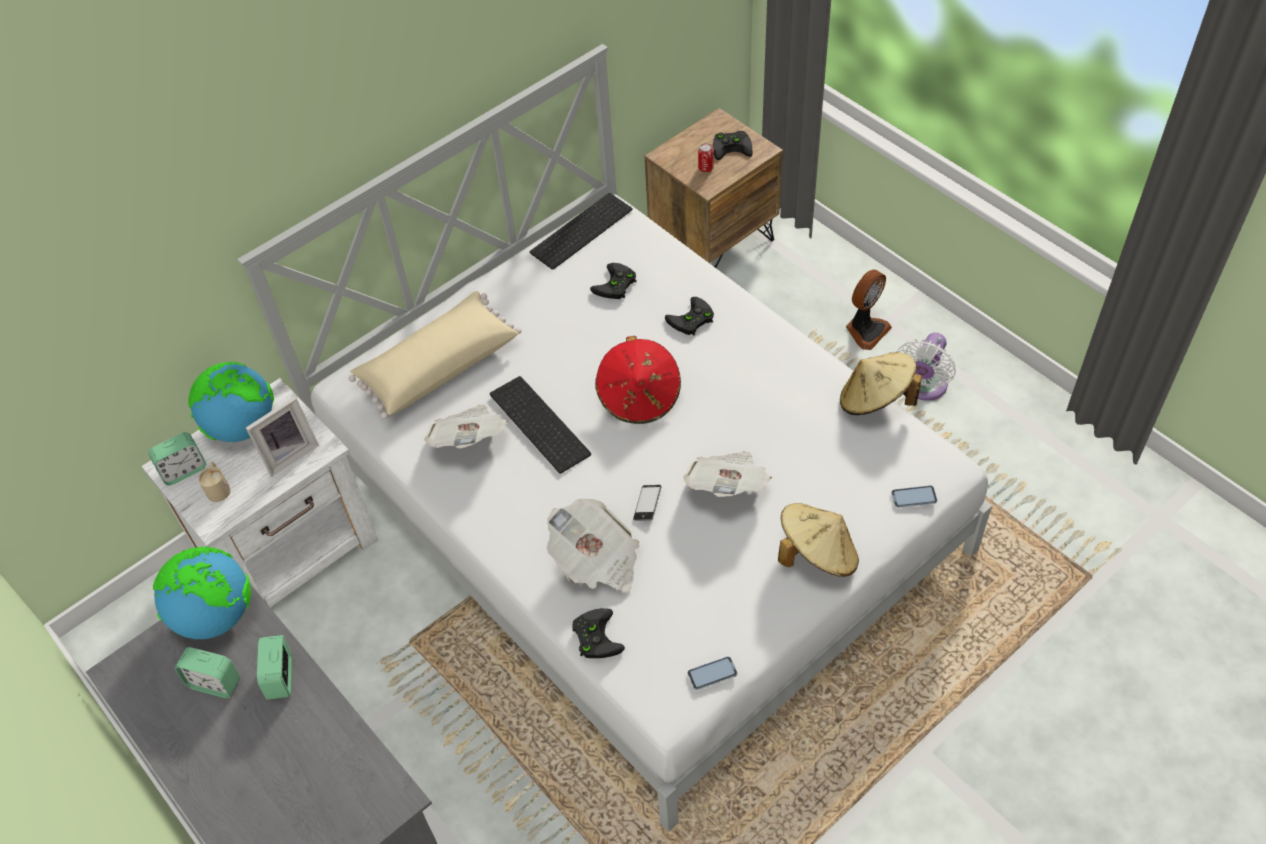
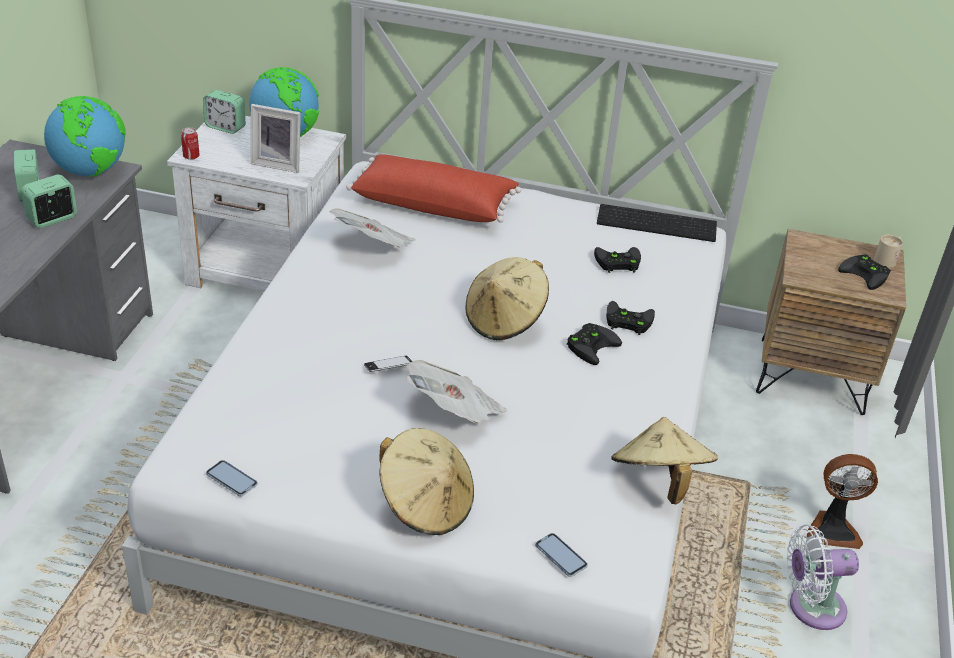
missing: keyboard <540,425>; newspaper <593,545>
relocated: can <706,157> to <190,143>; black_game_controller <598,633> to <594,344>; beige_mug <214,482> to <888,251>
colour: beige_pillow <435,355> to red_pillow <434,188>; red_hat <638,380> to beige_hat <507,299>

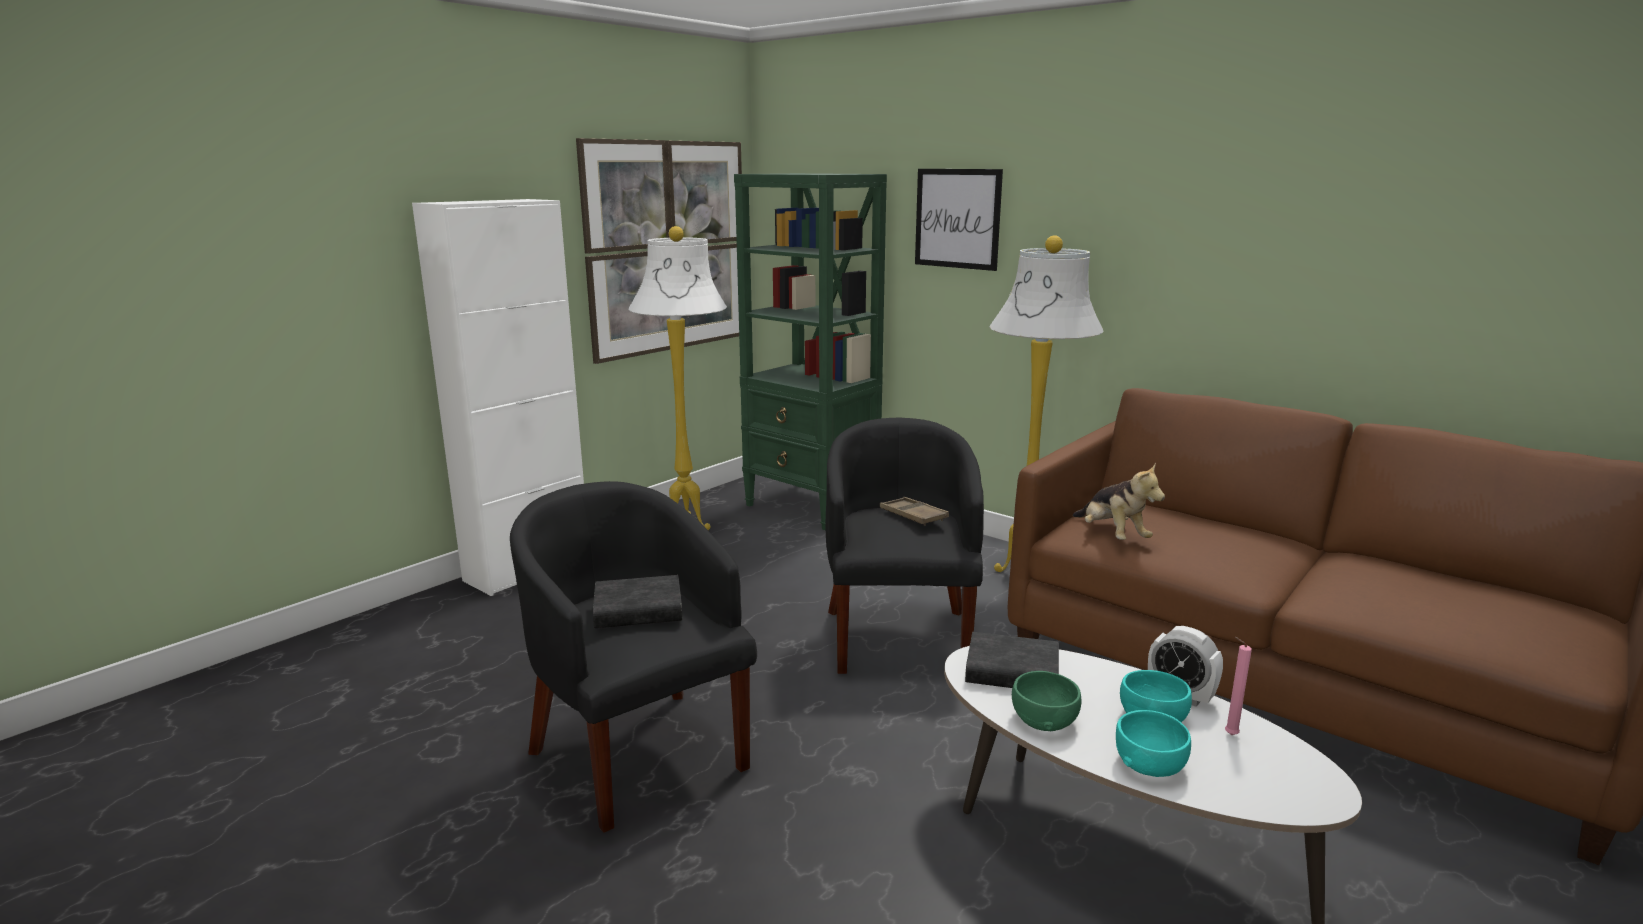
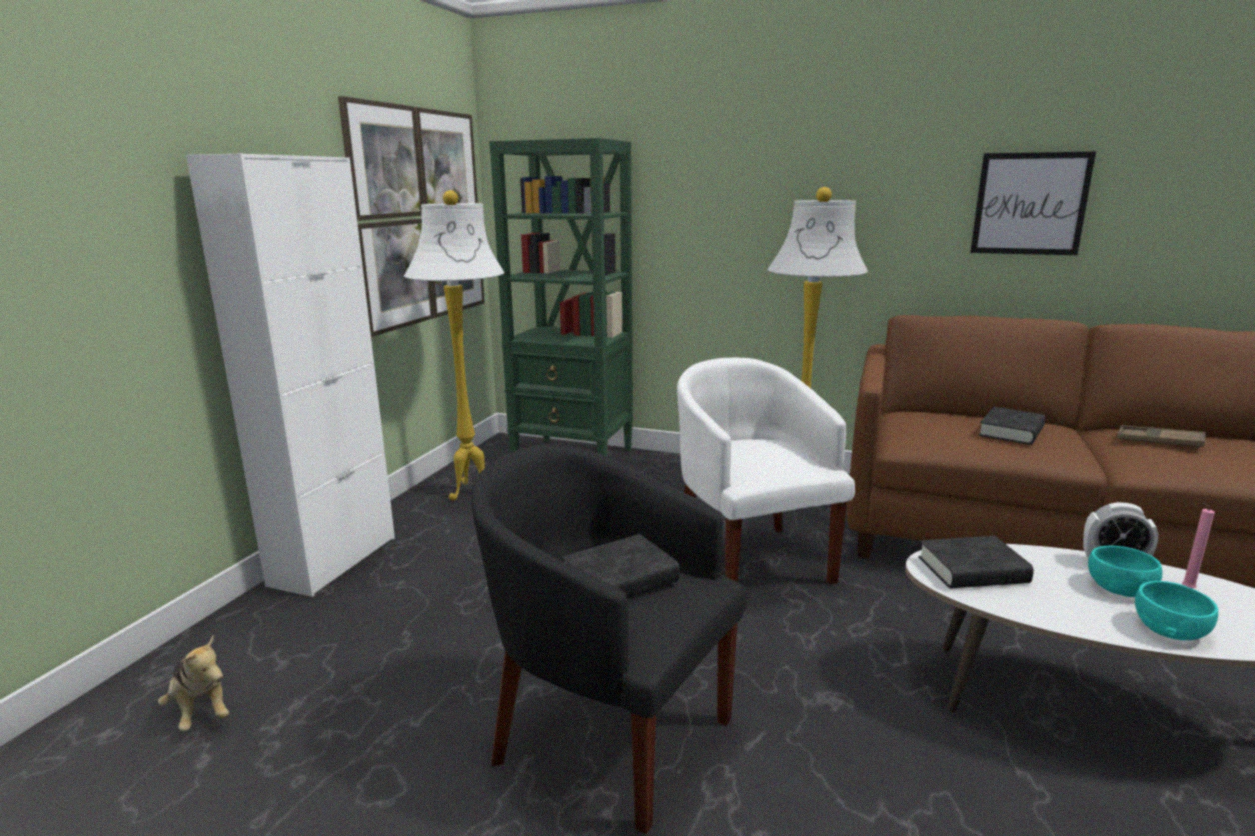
missing: green_bowl <1046,701>
appeared: black_book <1012,426>
relocated: plush_toy <1119,501> to <193,683>; picture <959,220> to <1033,203>; brown_tray <914,511> to <1161,436>
colour: black_armchair <905,546> to white_armchair <766,471>

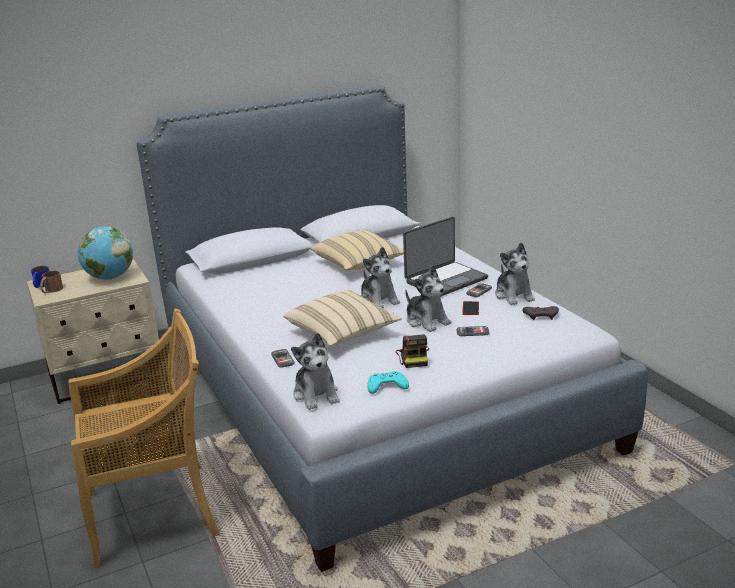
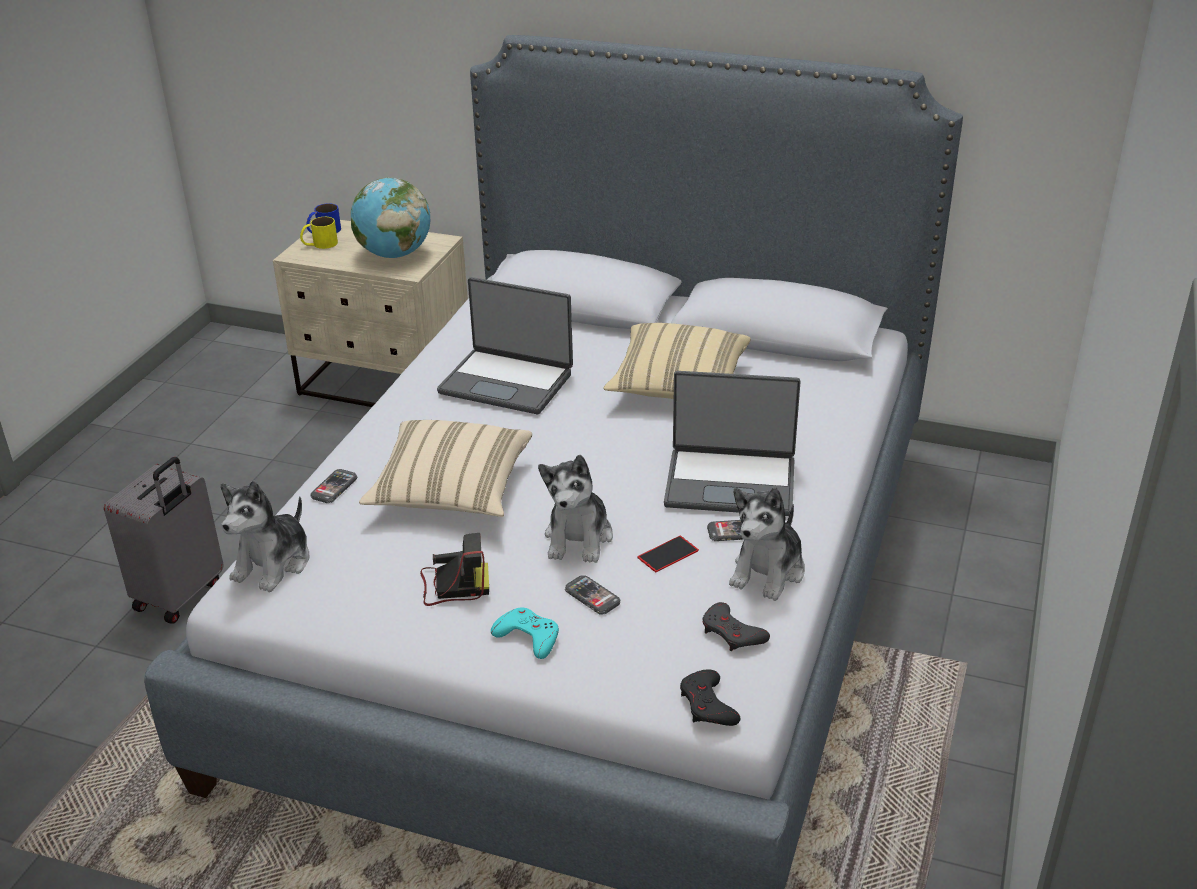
missing: plush_toy <380,277>
appeared: laptop <505,345>; black_game_controller <710,697>
relocated: turquoise_game_controller <388,382> to <525,633>
exchanged: beige_chair <144,438> to grey_suitcase <164,540>
colour: brown_mug <51,282> to yellow_mug <319,233>
spun: photo_camera <412,351> = <454,569> 135 degrees counterclockwise

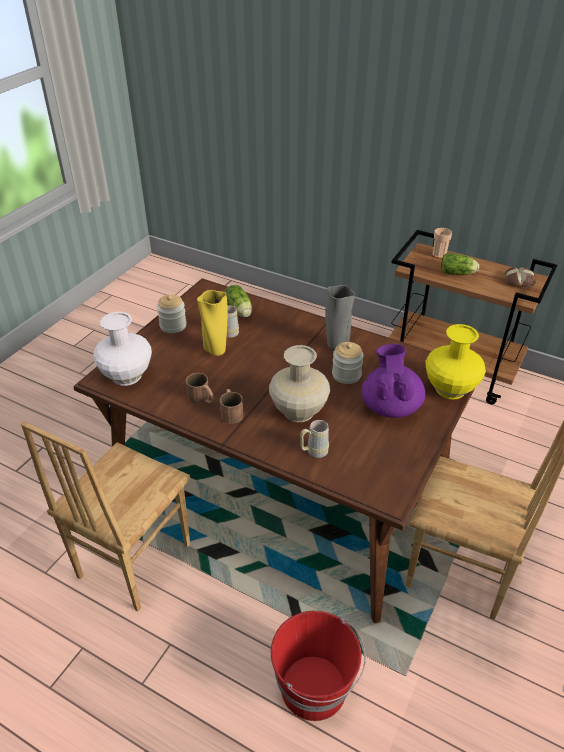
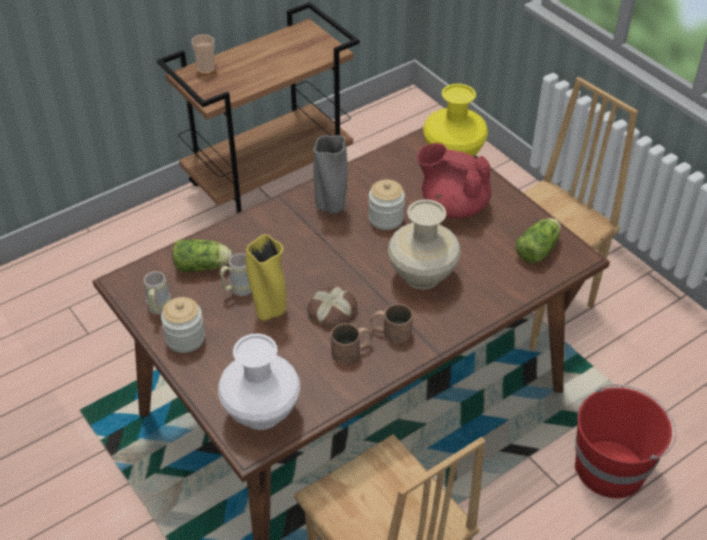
relocated: beige_mug <314,439> to <157,293>; bread <520,277> to <332,307>; lettuce <460,264> to <538,240>
colour: purple_teapot <393,381> to red_teapot <454,180>

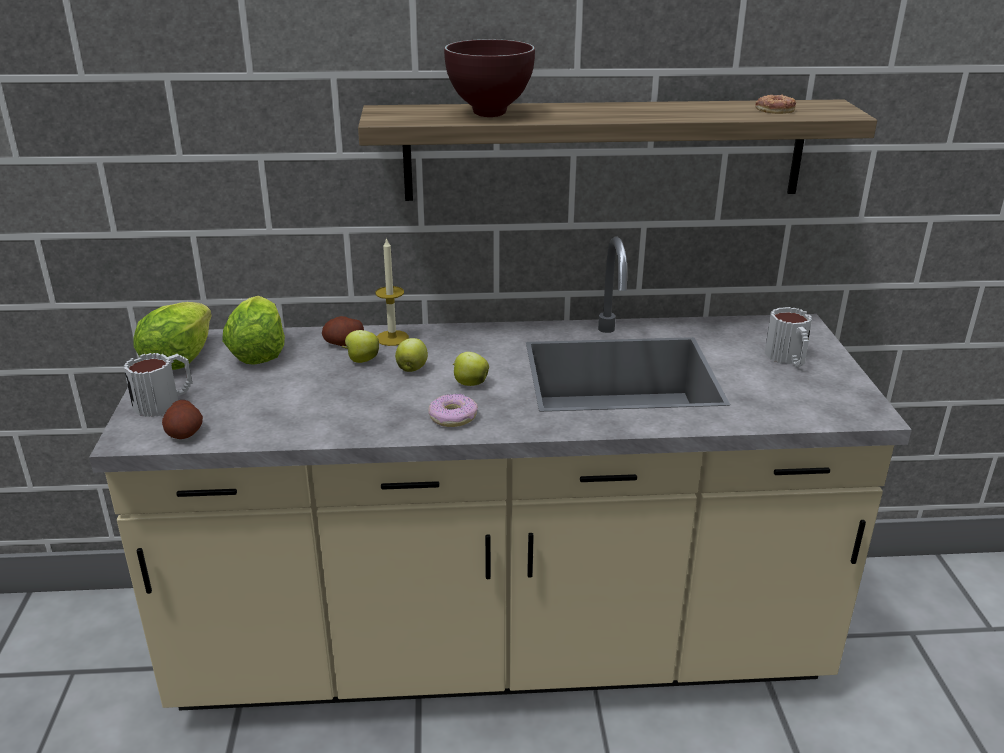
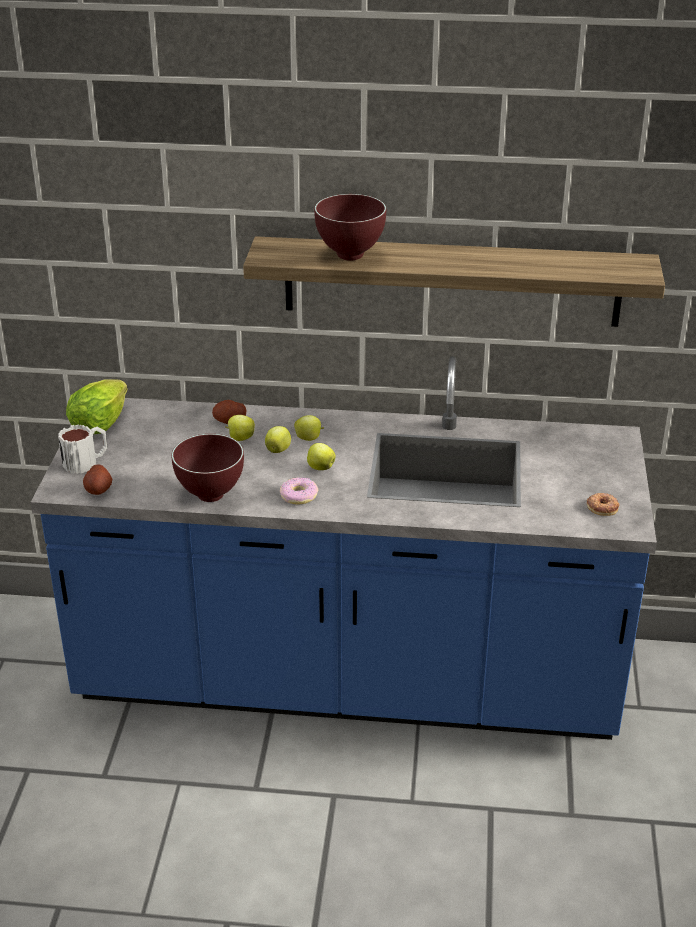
missing: lettuce <253,330>; candle <392,291>; mug <788,337>
appeared: brown_bowl <208,468>; apple <309,428>
relocated: donut <775,104> to <603,504>
colour: beige_counter <500,474> to blue_counter <343,548>

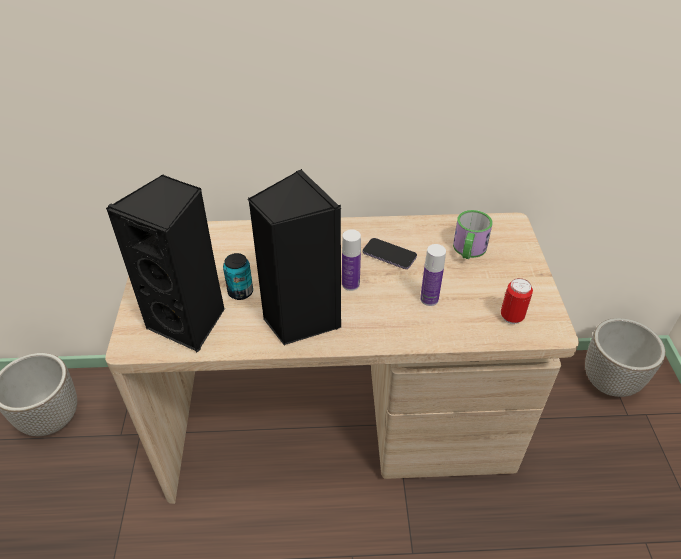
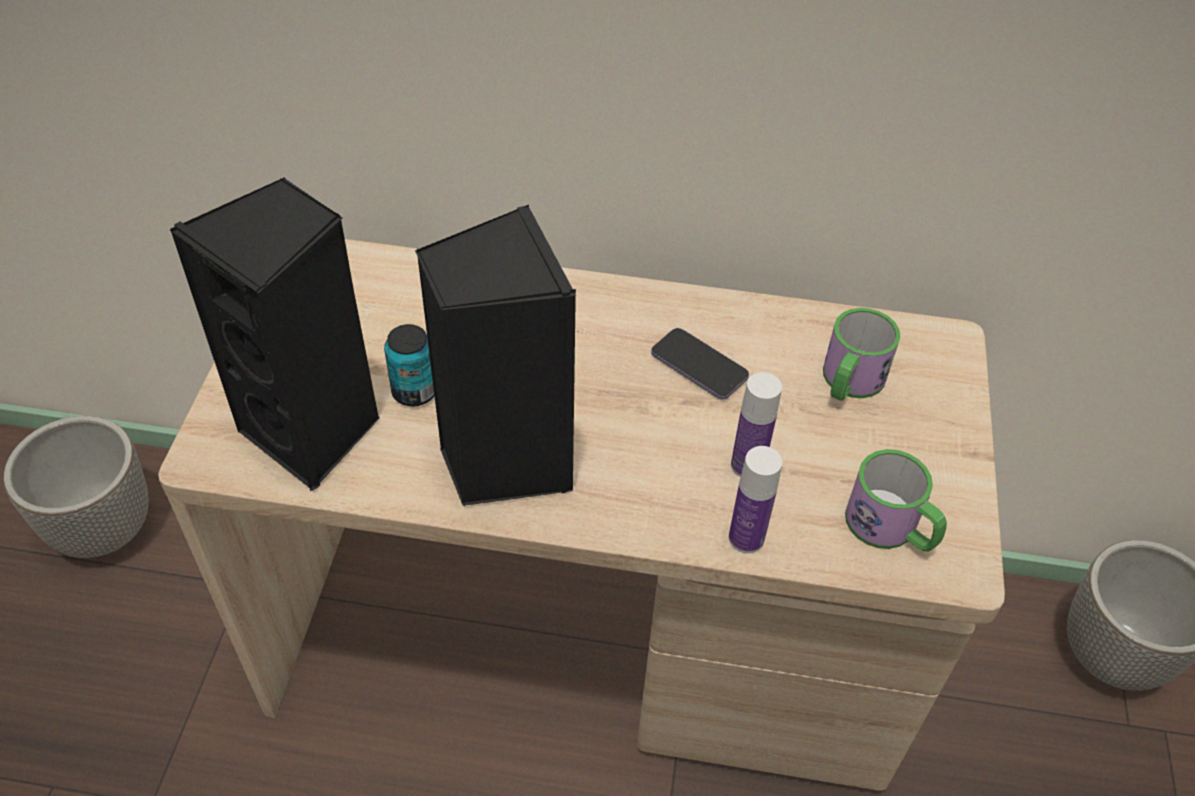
relocated: bottle <351,260> to <756,499>
exchanged: can <517,301> to mug <896,500>

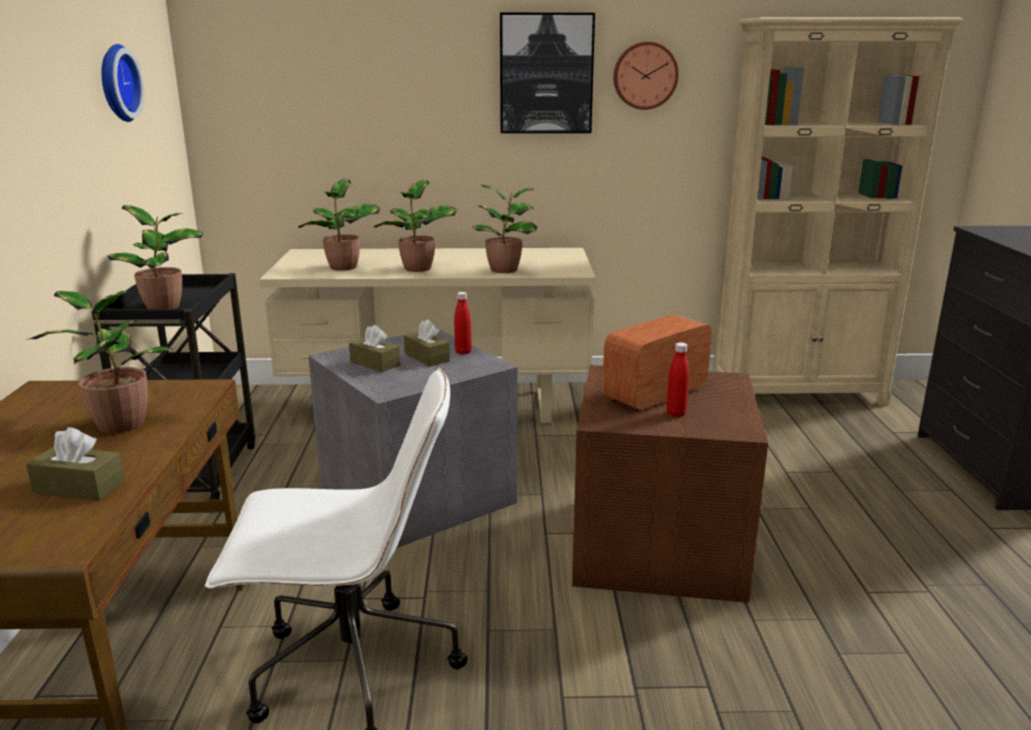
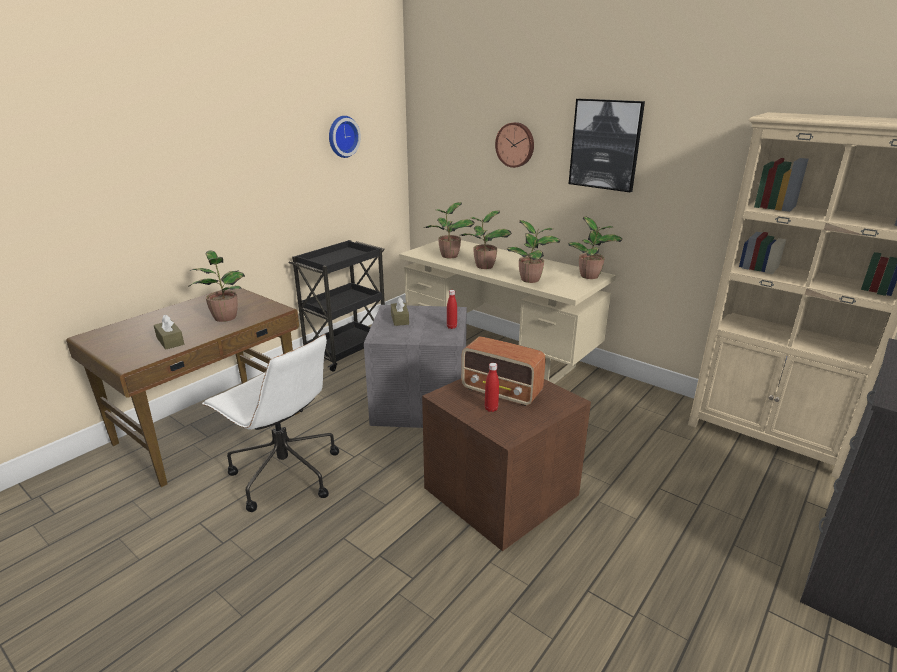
missing: brown_tissue_box <427,343>
relocated: wall_clock <646,76> to <514,145>; potted_plant <156,257> to <595,247>
spun: radio <657,363> = <503,371> 150 degrees counterclockwise

